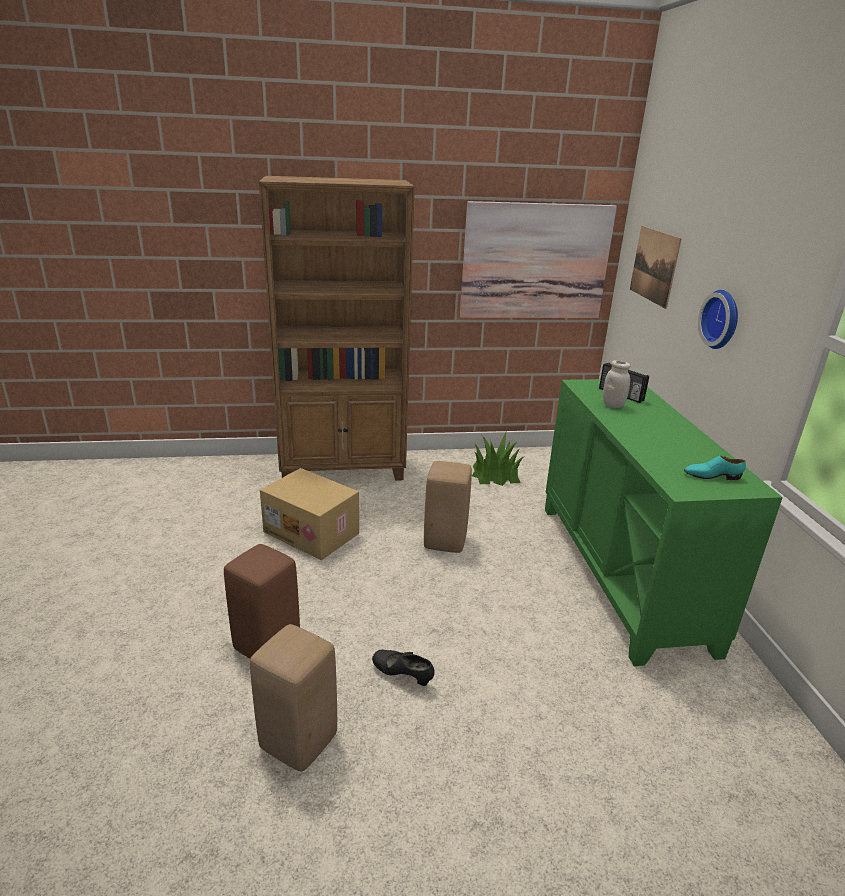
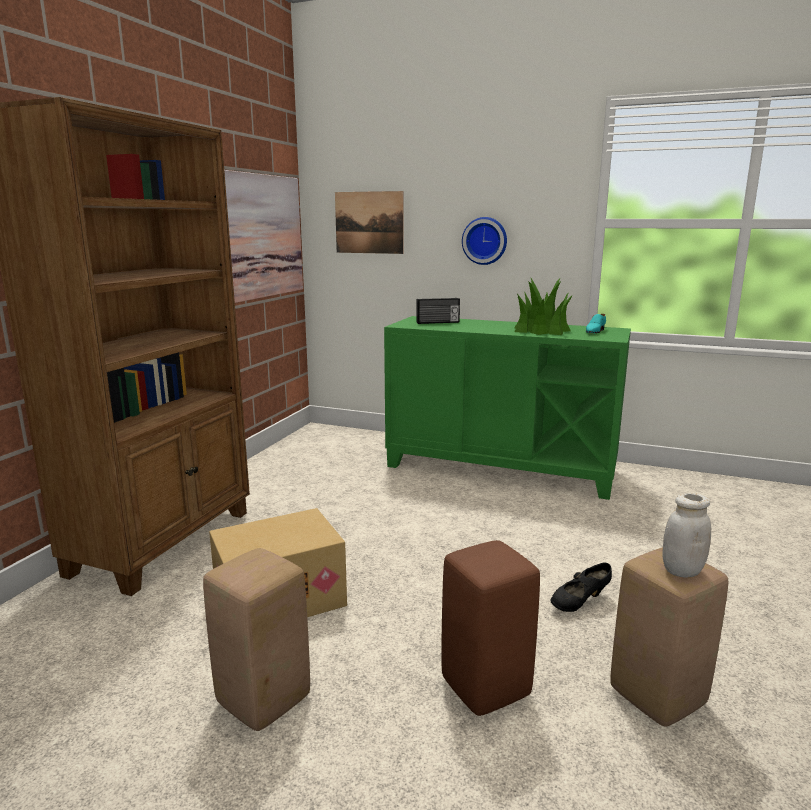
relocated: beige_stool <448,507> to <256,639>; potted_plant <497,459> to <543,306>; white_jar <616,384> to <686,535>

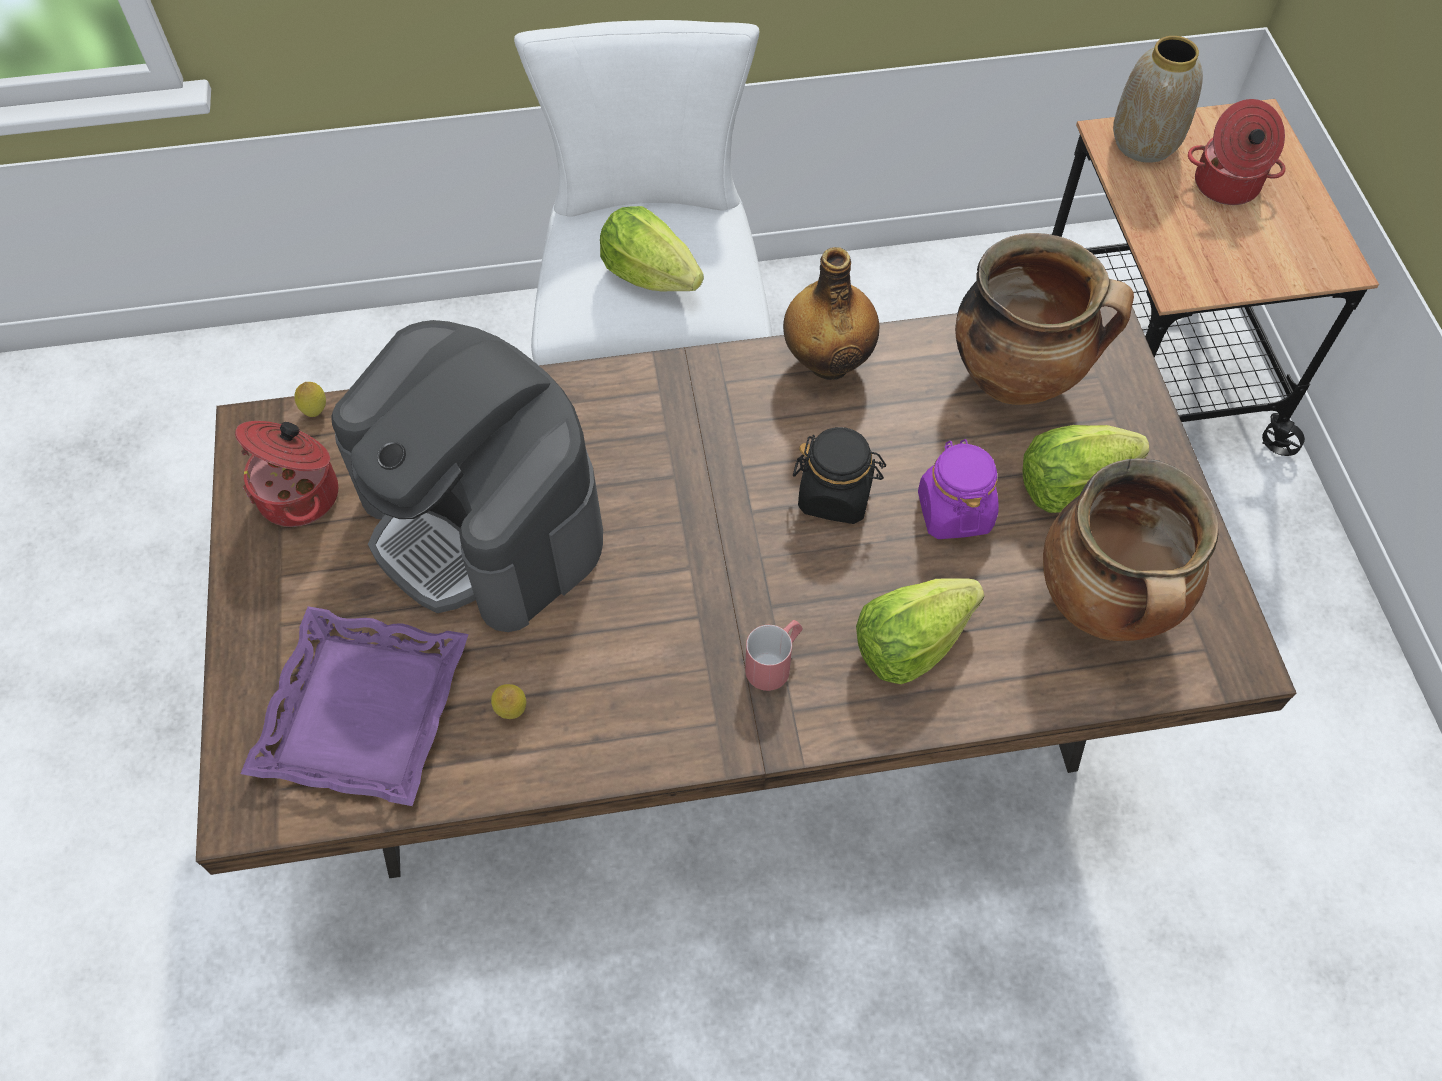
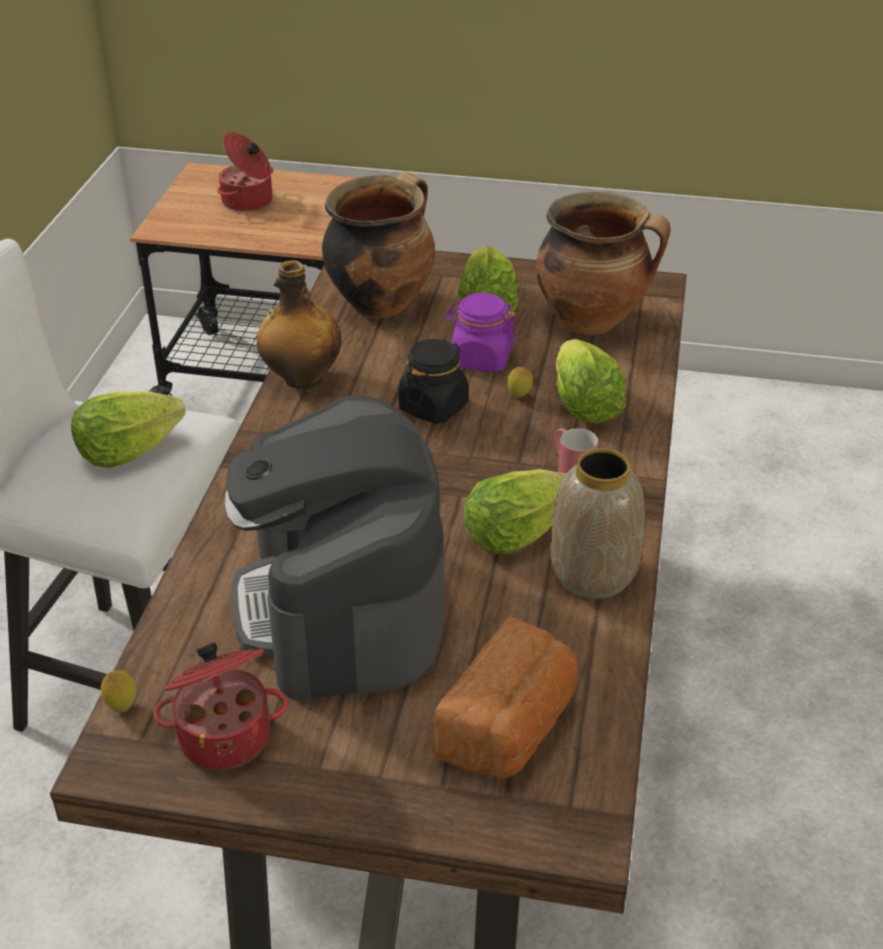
appeared: lettuce <515,512>
relocated: lemon <508,701> to <520,382>; vase <1158,99> to <597,523>
exchanged: purple_tray <355,706> to bread <505,698>
spun: coffee_machine <467,476> = <334,548> 105 degrees clockwise

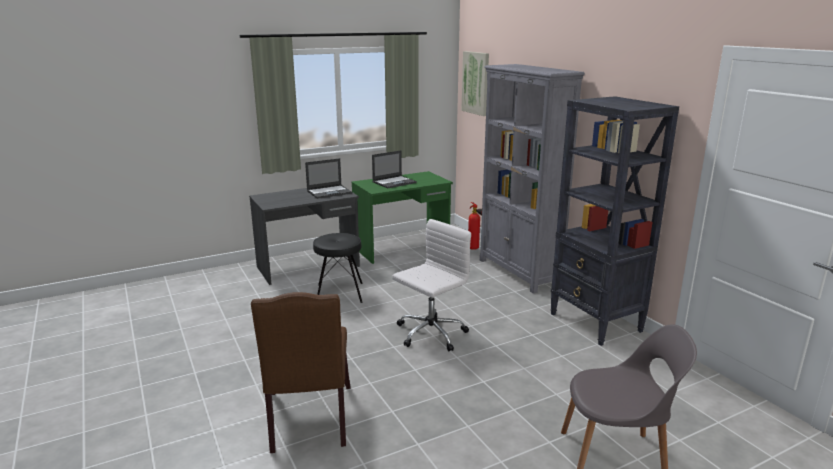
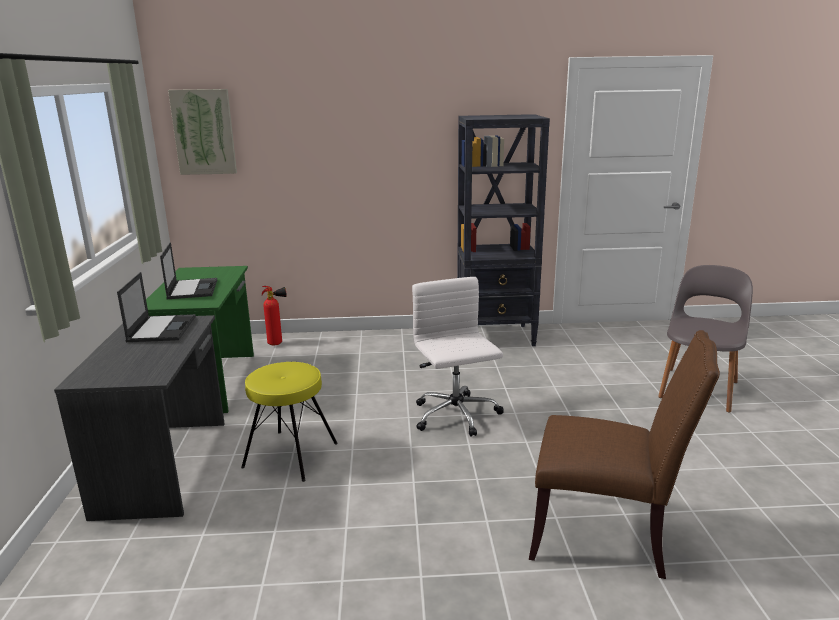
missing: grey_bookcase <532,179>
colour: black_stool <338,268> to yellow_stool <289,422>

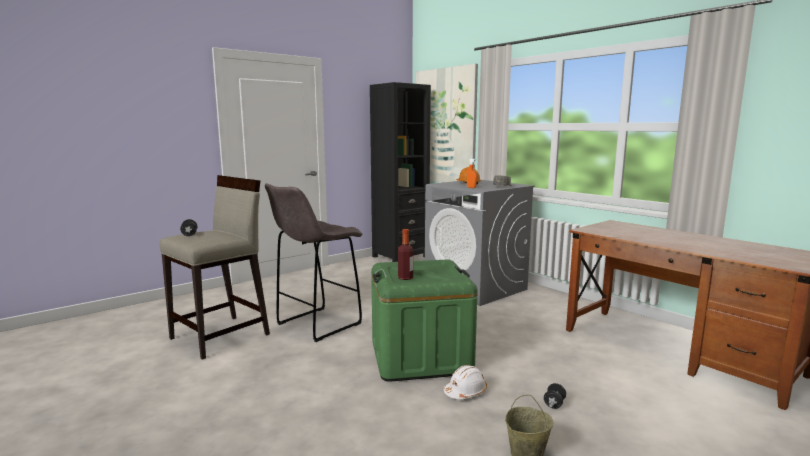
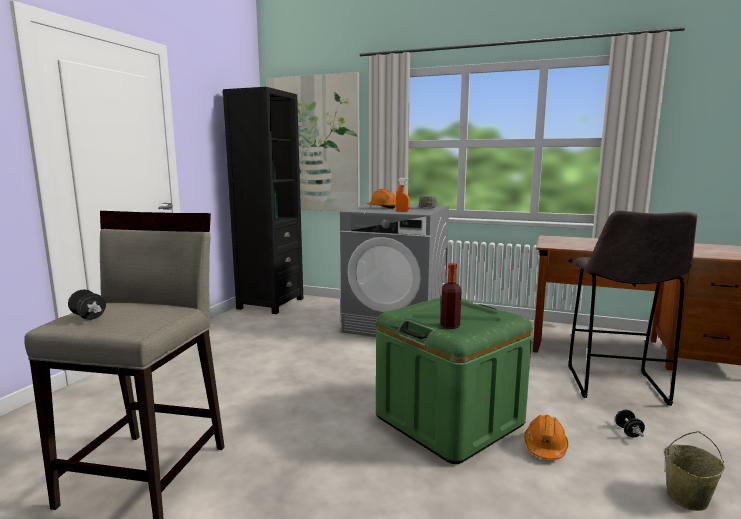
relocated: grey_stool <314,262> to <632,308>
colour: white_hard_hat <465,382> to orange_hard_hat <546,437>

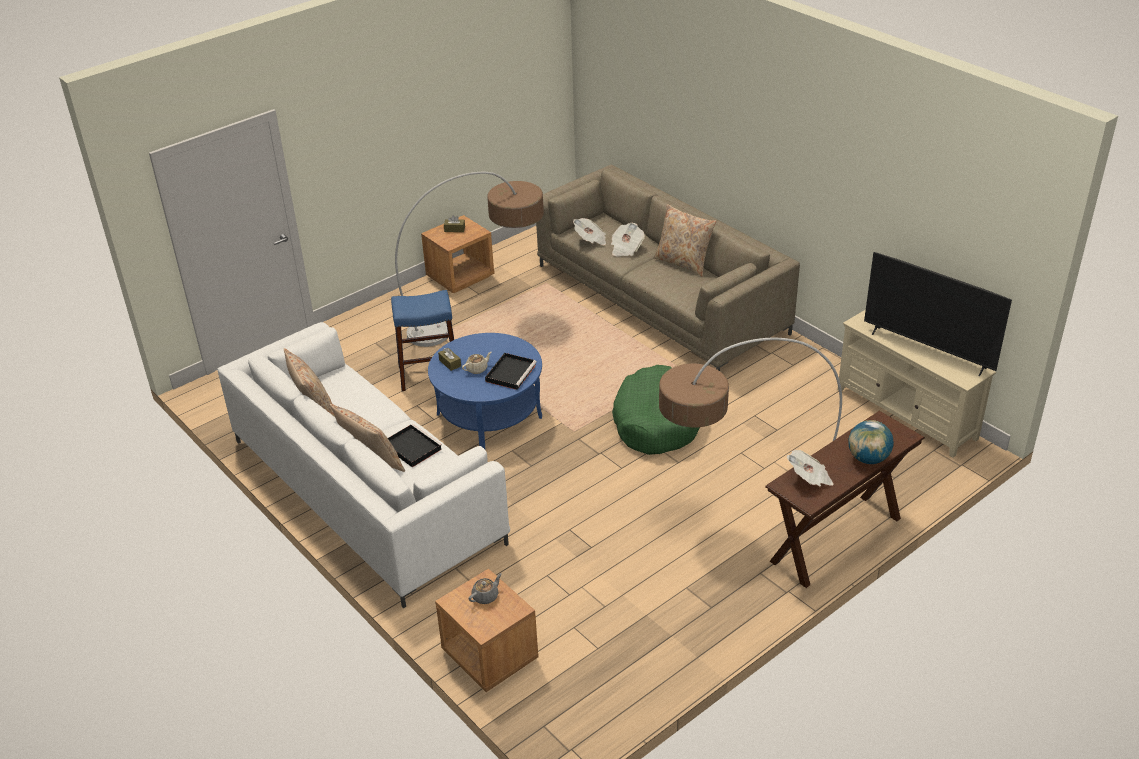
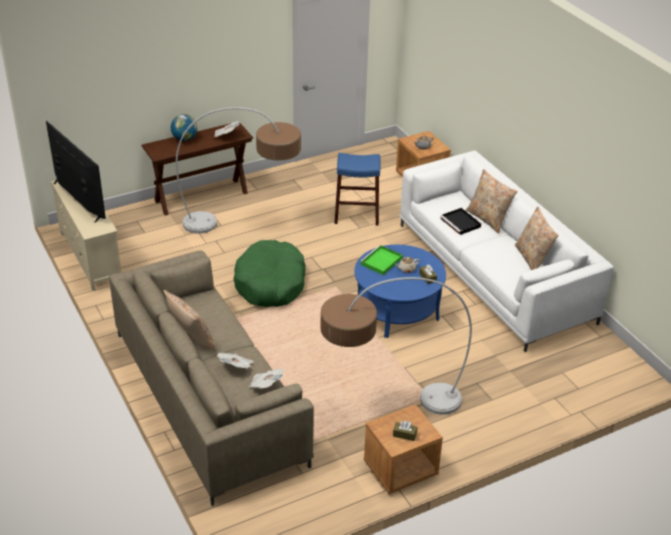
relocated: blue_stool <422,340> to <357,189>
colour: black_tray <511,371> to green_tray <381,260>

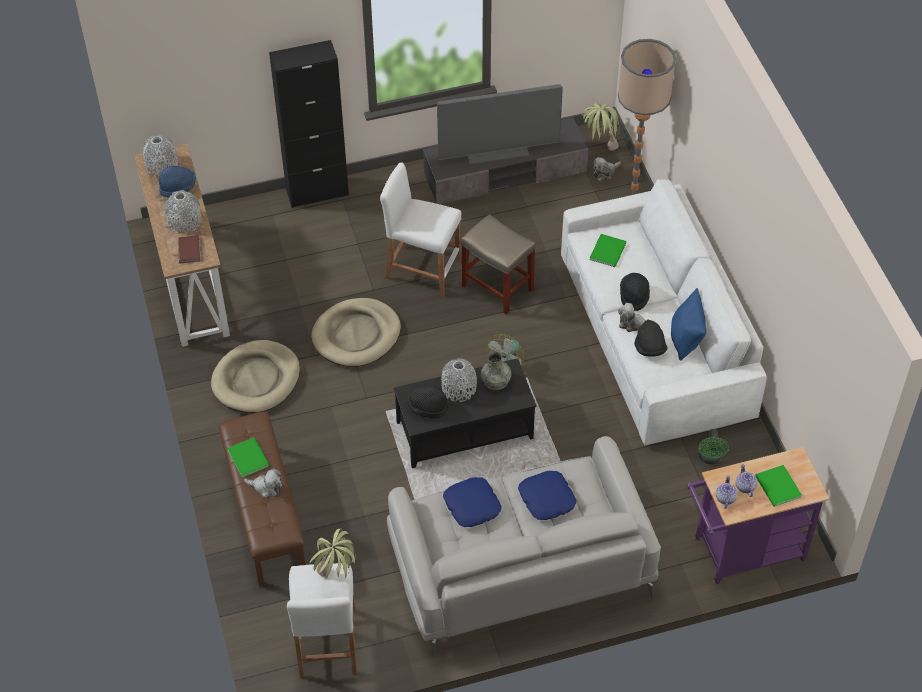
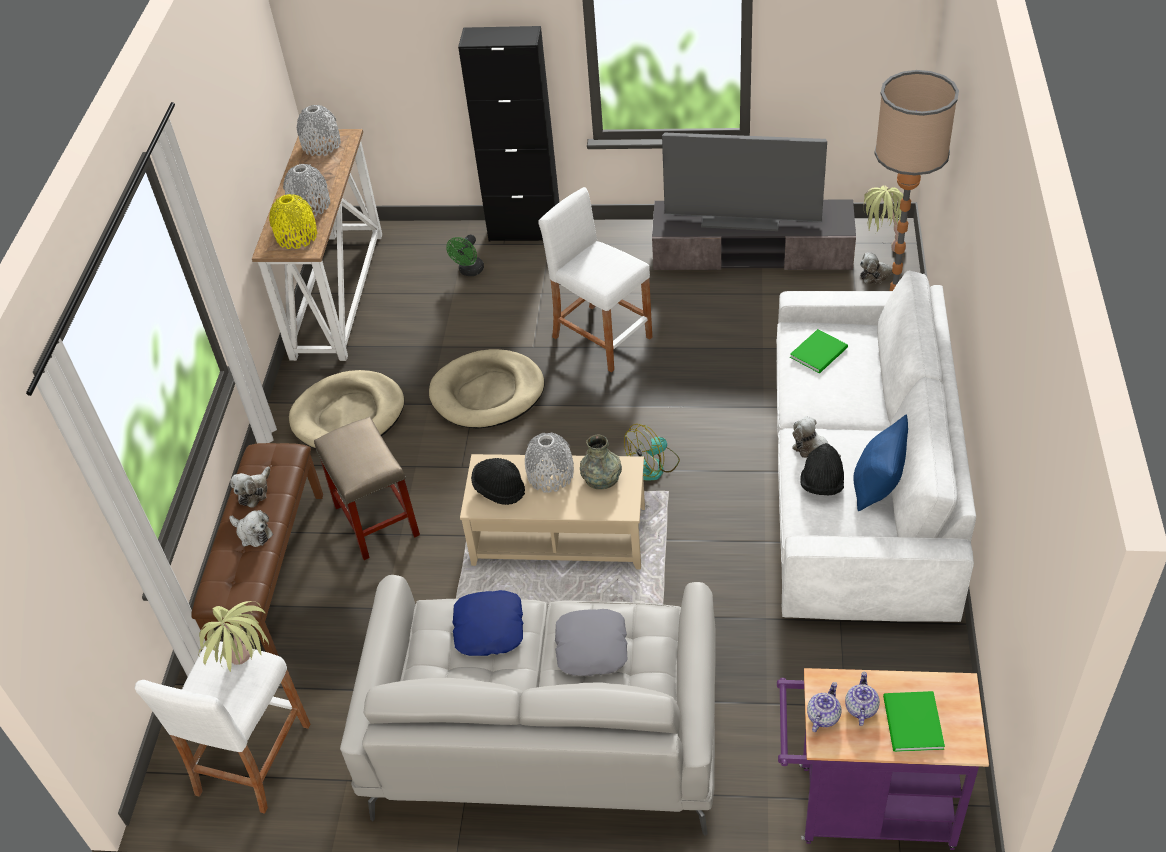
missing: blue_hat <177,181>; black_hat <635,292>
relocated: beige_stool <498,264> to <367,488>; green_fan <713,446> to <465,255>
exchanged: green_book <248,457> to plush_toy <250,487>; brown_book <189,249> to yellow_vase <293,221>
colour: black_coffee_table <465,413> to beige_coffee_table <552,511>; blue_pillow <547,495> to grey_pillow <591,642>

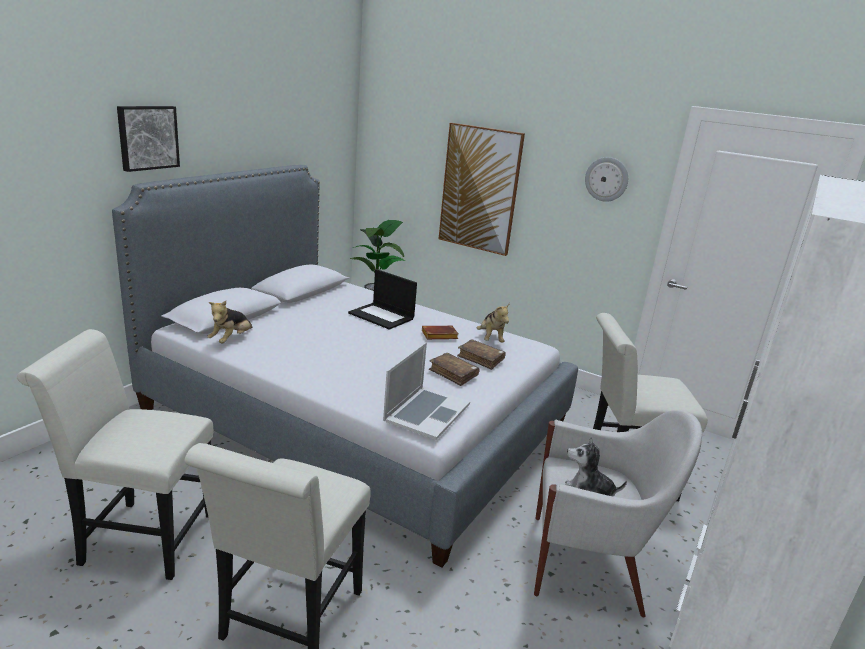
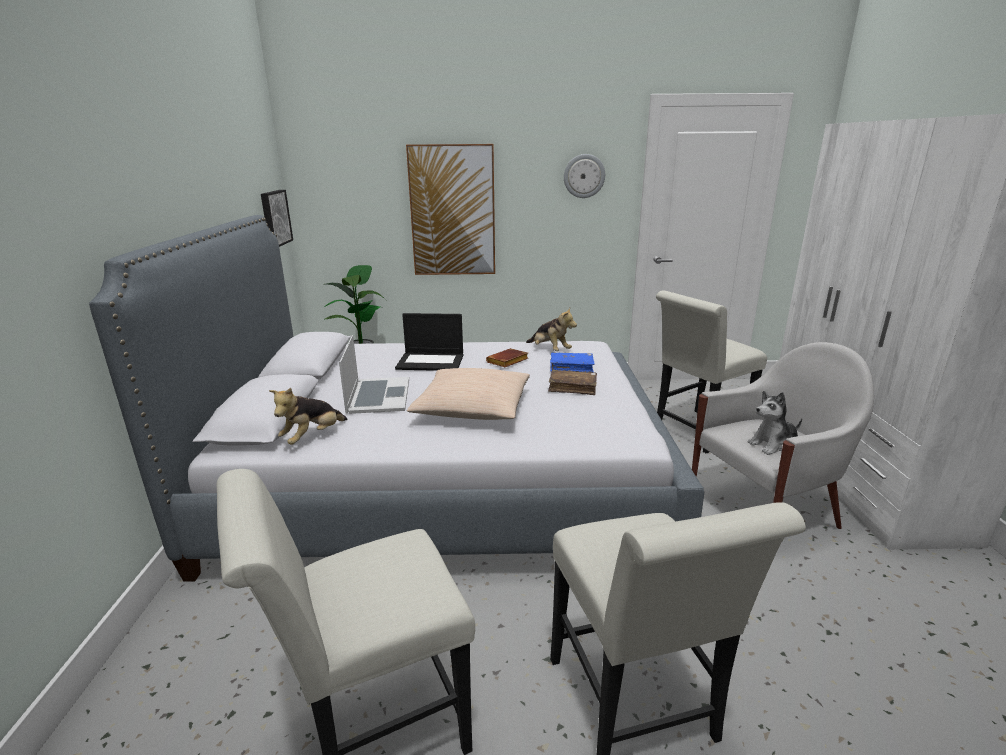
appeared: beige_pillow <468,394>
relocated: picture <148,139> to <277,218>; laptop <426,391> to <374,374>
colour: brown_book <481,354> to blue_book <572,363>
spun: plush_toy <230,322> = <308,416> 45 degrees clockwise

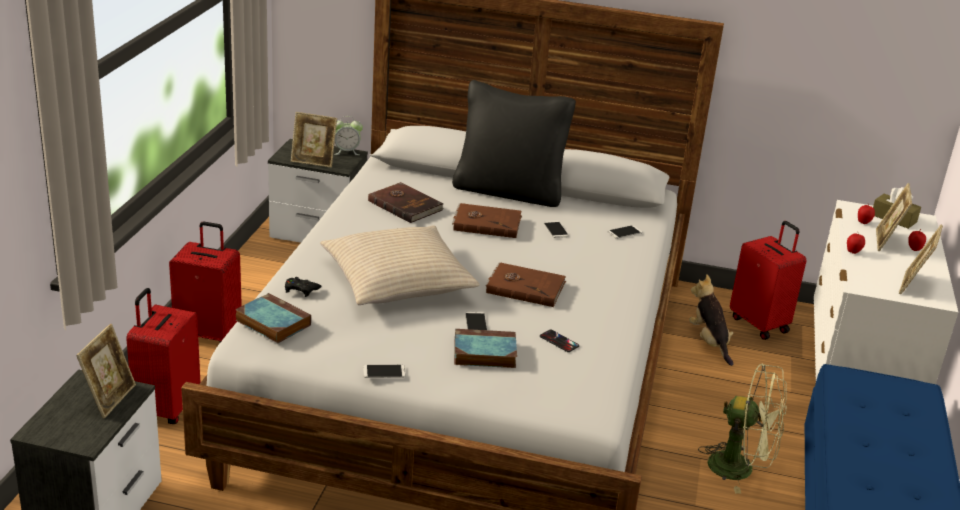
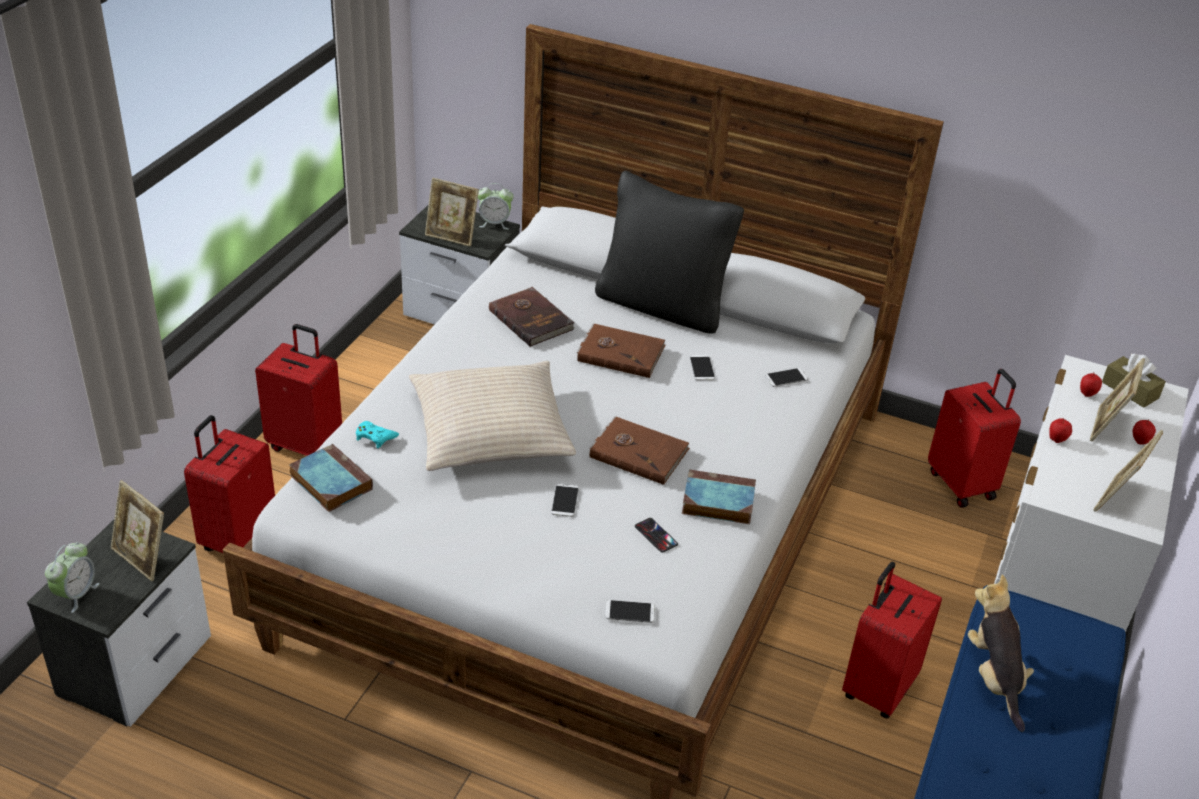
appeared: alarm_clock <72,577>
relocated: phone <384,371> to <630,611>; book <485,348> to <719,497>; plush_toy <711,320> to <1001,653>
exchanged: green_fan <742,429> to red_suitcase <892,640>
colour: black_game_controller <303,287> to turquoise_game_controller <377,434>
spun: picture_frame <106,371> = <137,530> 105 degrees clockwise

